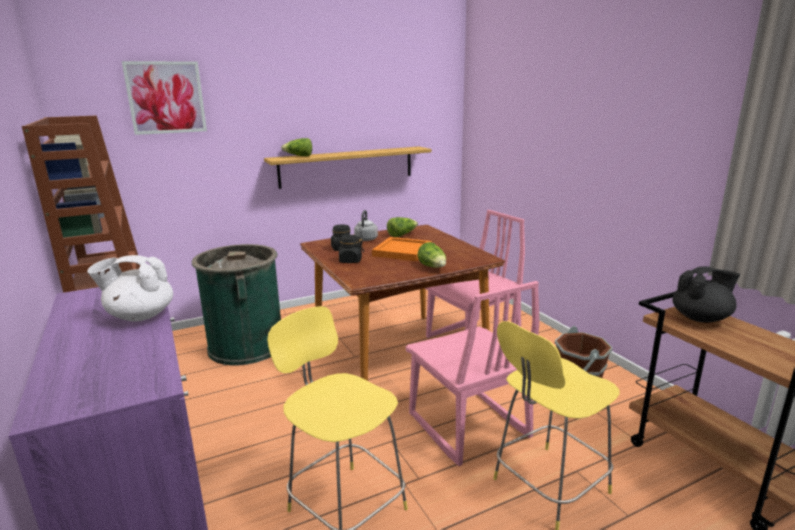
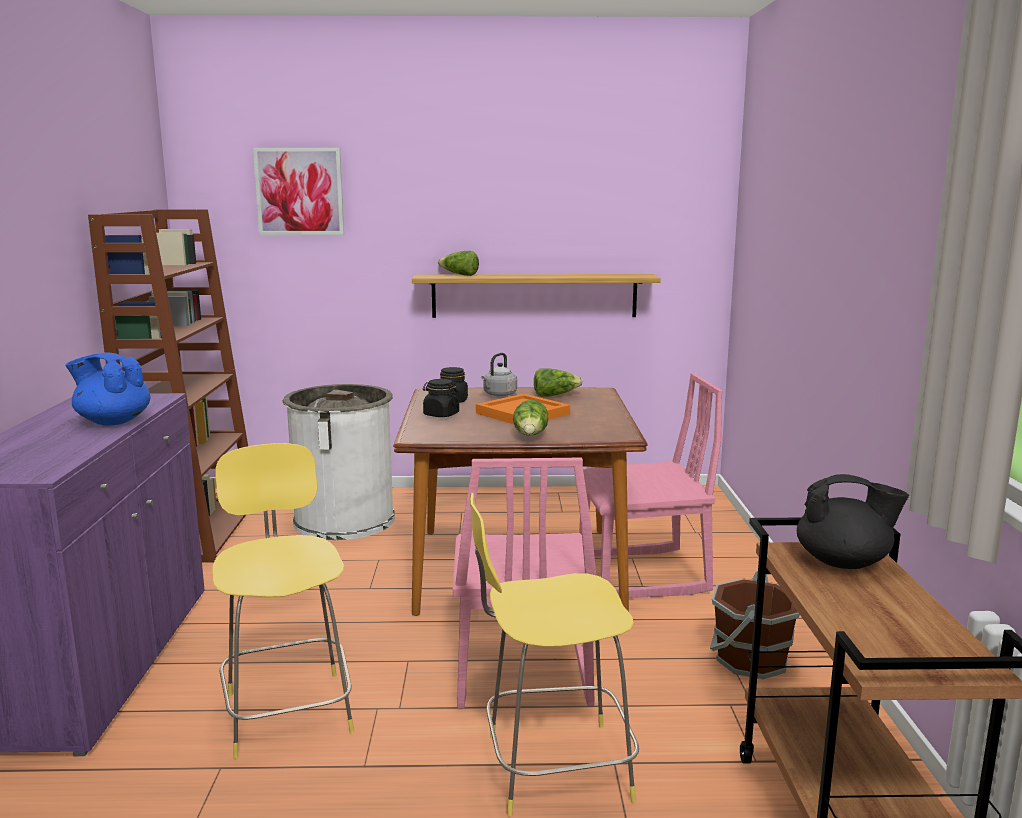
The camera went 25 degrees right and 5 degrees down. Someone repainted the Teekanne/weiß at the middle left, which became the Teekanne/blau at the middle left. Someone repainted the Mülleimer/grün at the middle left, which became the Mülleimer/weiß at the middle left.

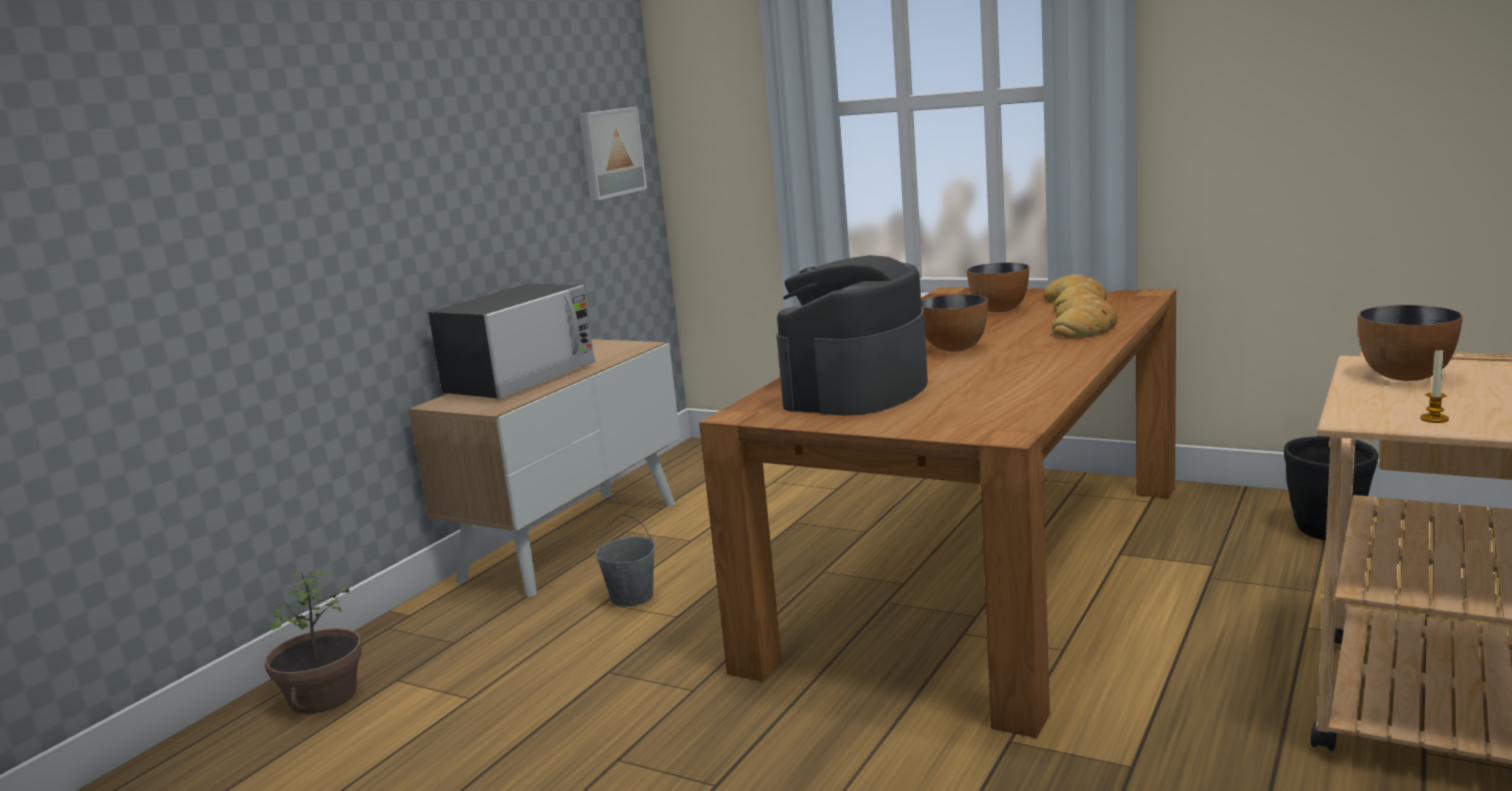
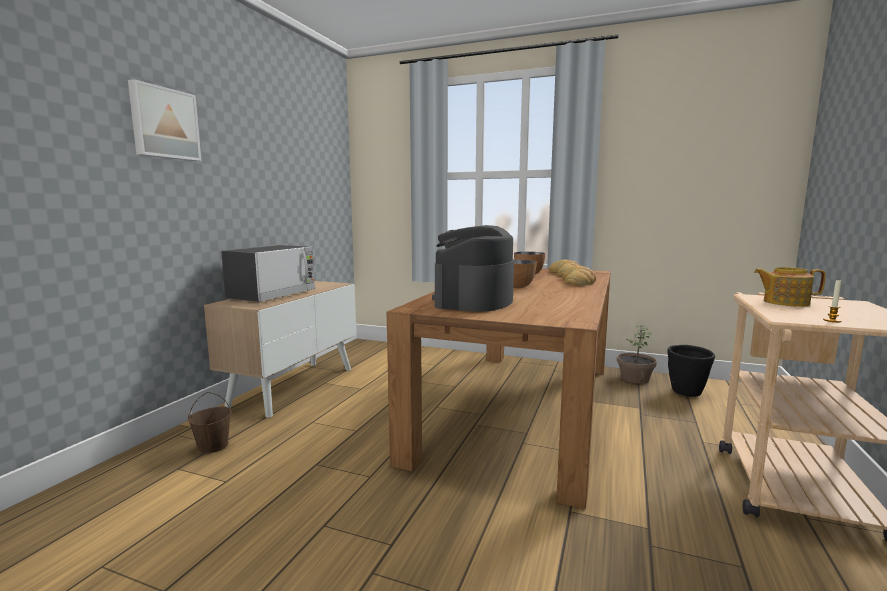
The camera went 10 degrees left and 5 degrees down. Someone carried the Topfpflanze from the bottom left to the middle right. Someone carried the Bild from the top centre to the top left. Someone took away the Eimer/grau at the bottom centre. Someone swapped the Schüssel (no. 3 from left) at the middle right for the Teekanne at the middle right. Someone put down the Eimer/braun at the bottom left.

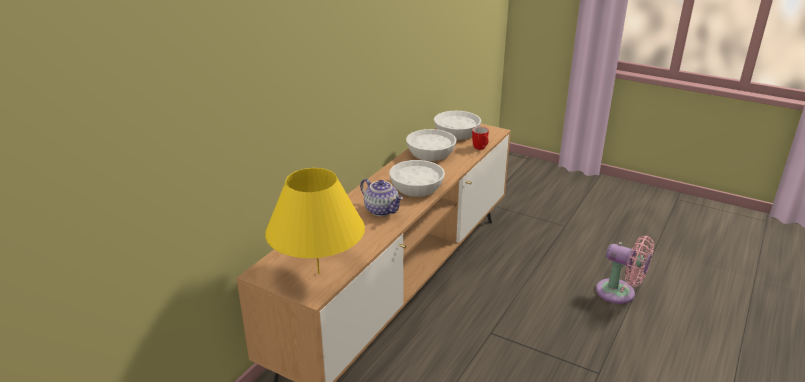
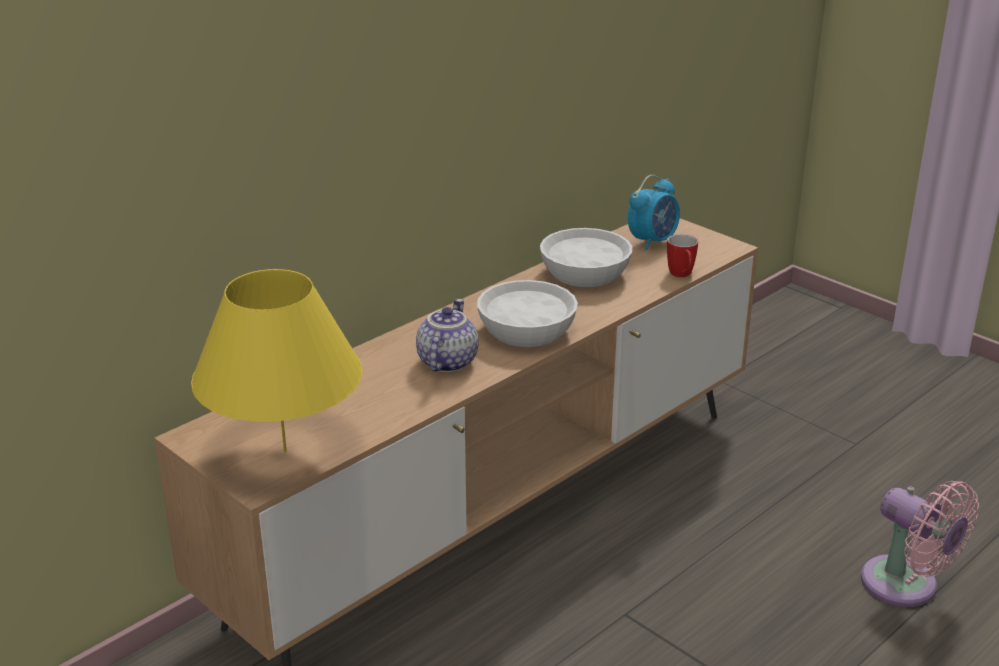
The camera went 15 degrees right and 0 degrees up. Someone rotated the Teekanne at the centre by 135 degrees counterclockwise. Someone swapped the Schüssel/weiß (no. 3 from left) at the top centre for the Wecker at the top centre.

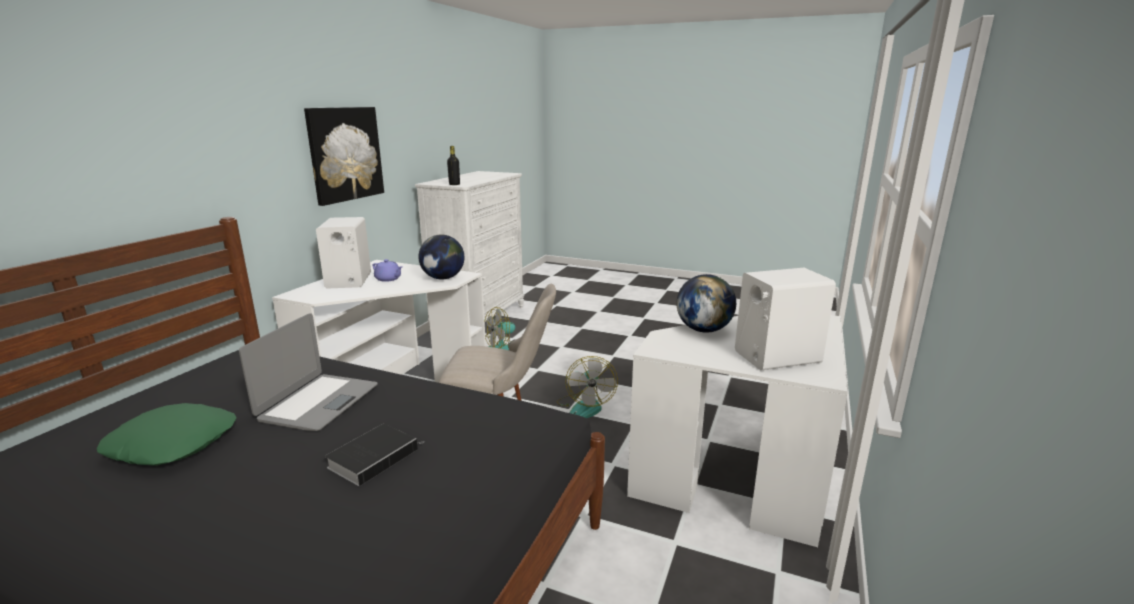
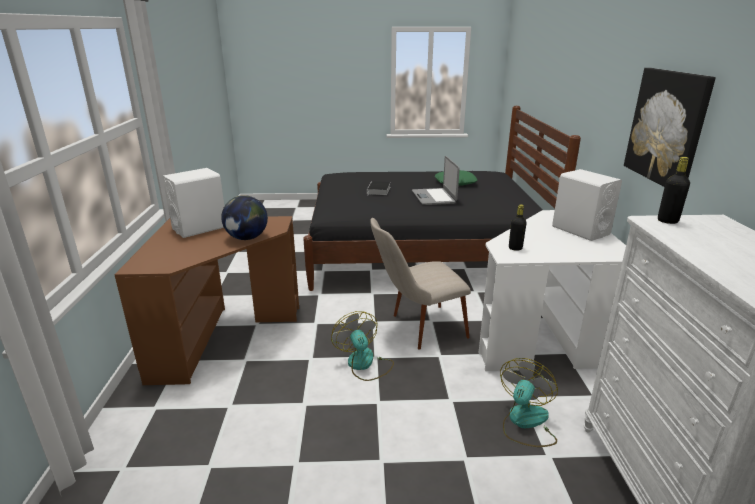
The camera went 155 degrees right and 5 degrees up. Someone took away the Teekanne/lila at the centre. Someone swapped the Globus (no. 1 from left) at the centre for the Flasche/schwarz (no. 1 from left) at the middle right. Someone repainted the Schreibtisch/weiß (no. 2 from left) at the bottom centre, which became the Schreibtisch/braun at the middle left.

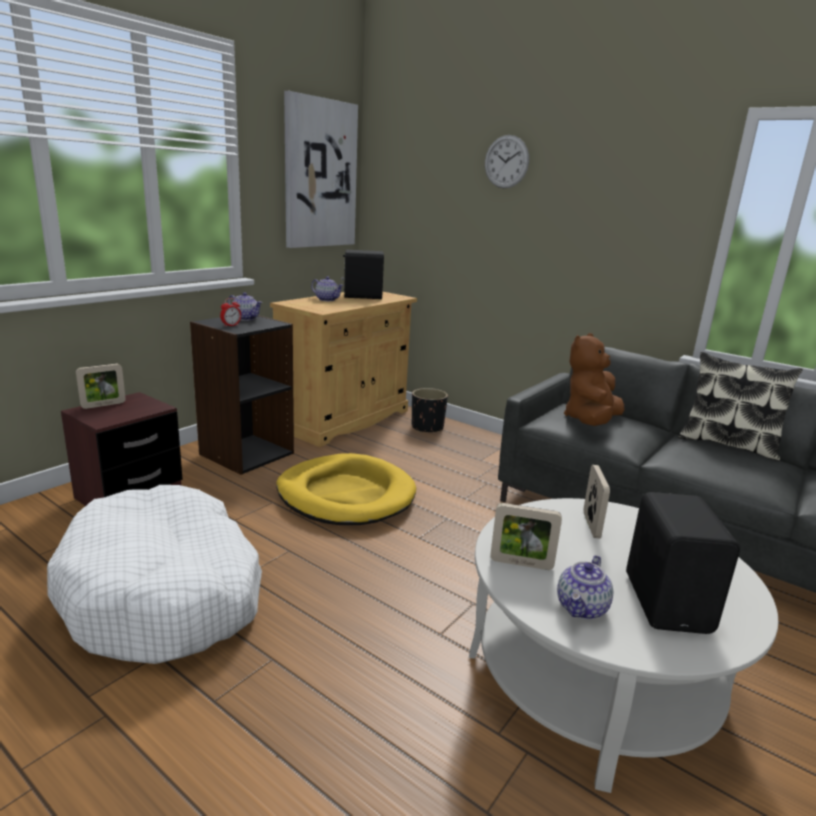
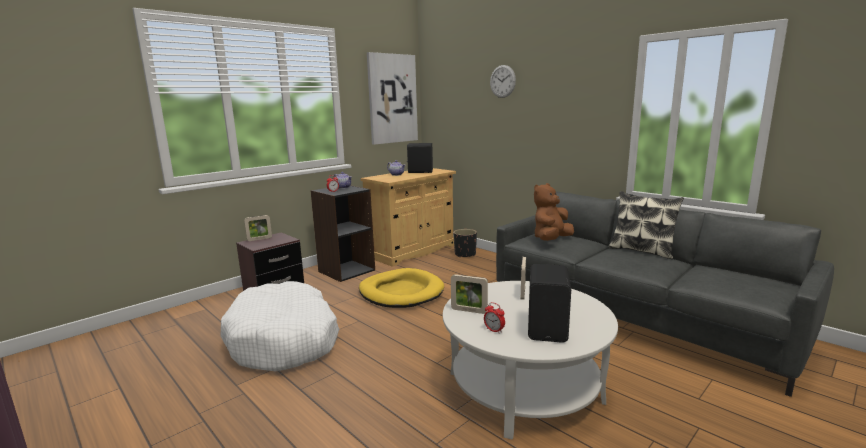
The camera went 10 degrees right and 5 degrees down. Someone swapped the Teekanne (no. 3 from left) at the bottom right for the Wecker (no. 2 from left) at the bottom centre.

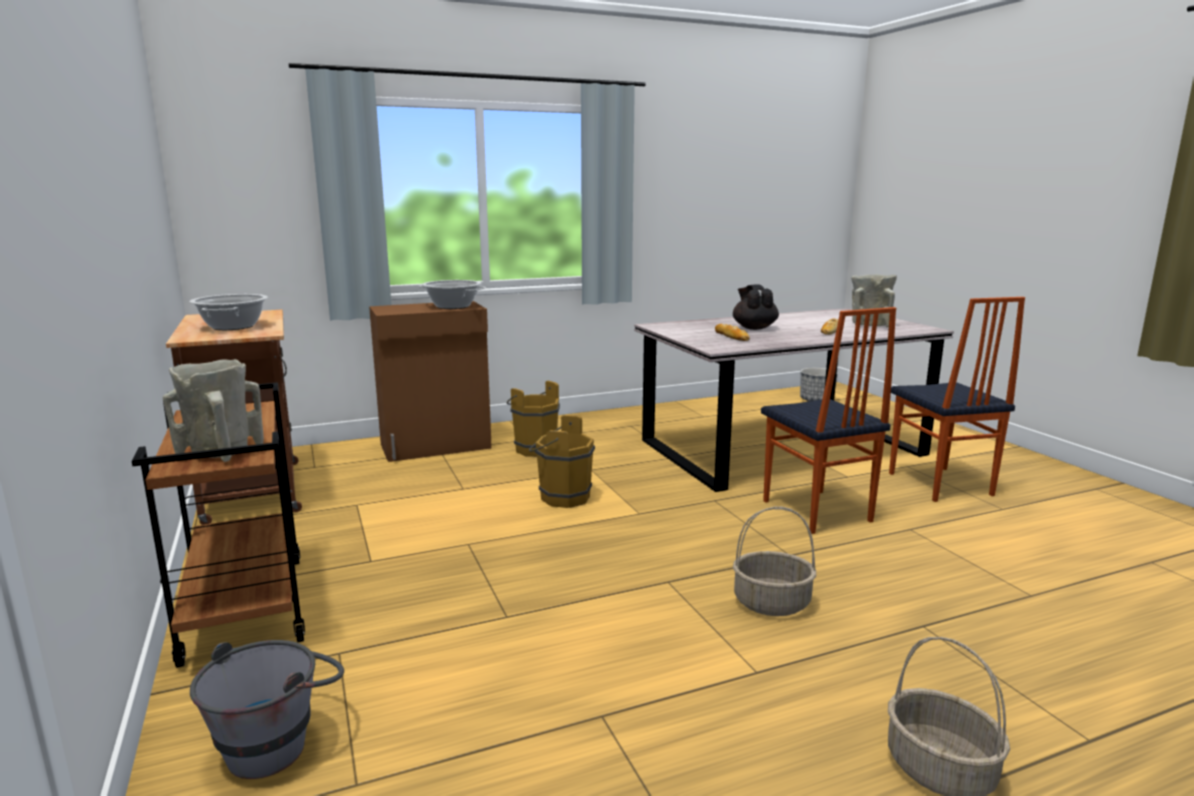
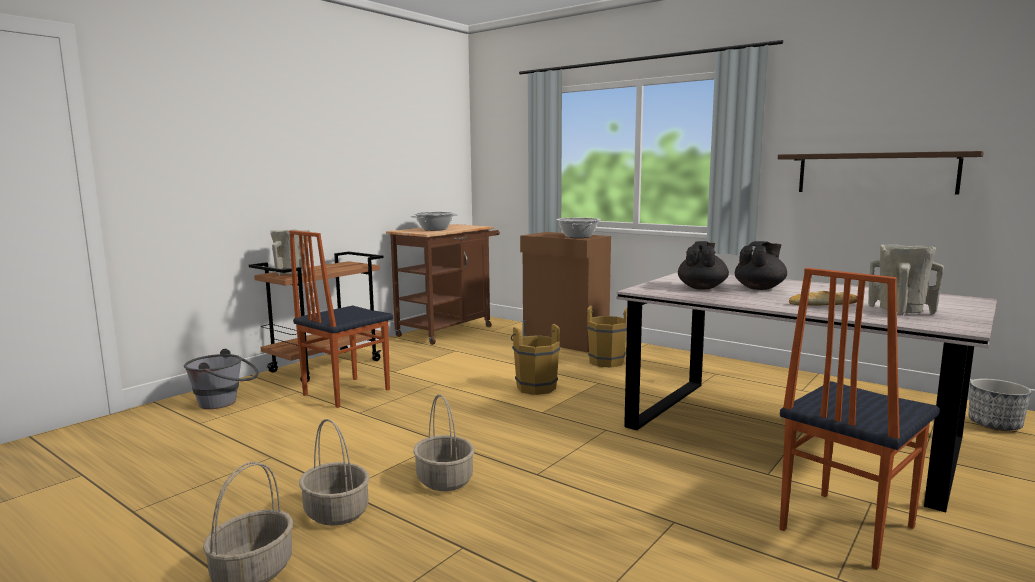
The camera went 60 degrees right and 5 degrees down. Someone swapped the Brot (no. 1 from left) at the centre for the Teekanne/schwarz (no. 1 from left) at the middle right. Someone carried the Stuhl (no. 1 from left) from the middle right to the middle left. Someone put down the Korb (no. 2 from left) at the bottom left. Someone put up the Wandregal at the top right.

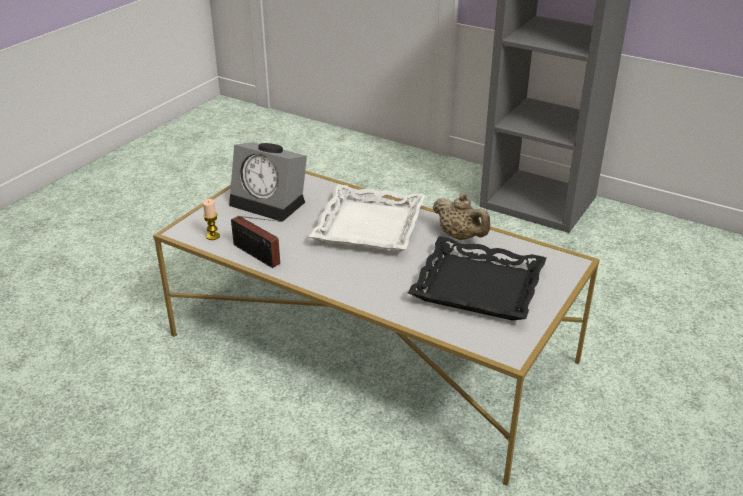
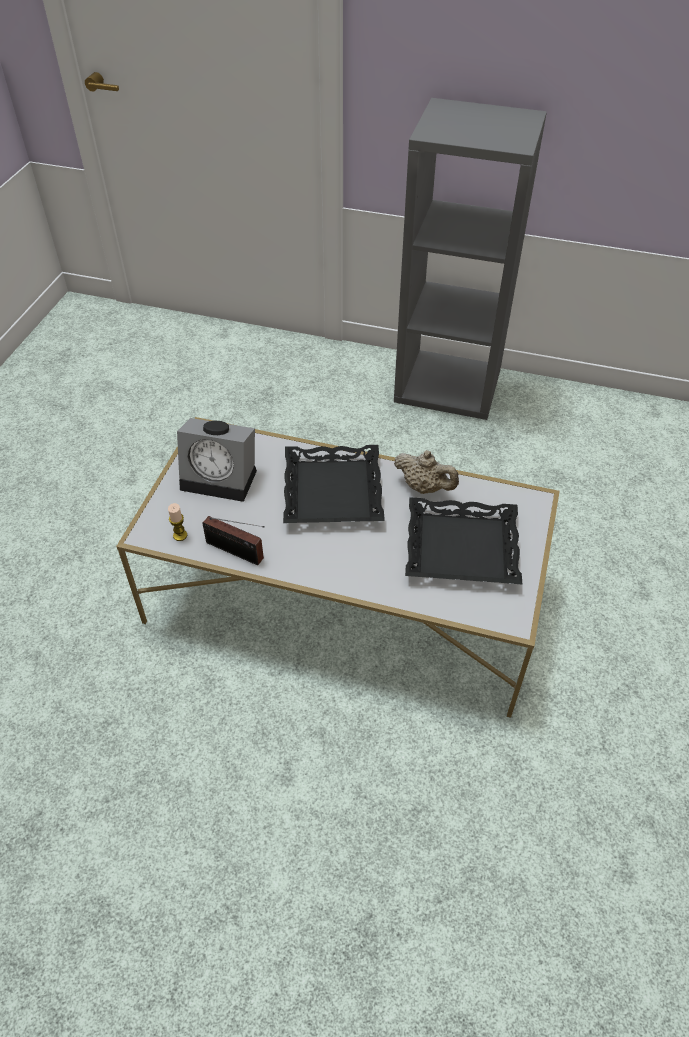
The camera went 15 degrees left and 15 degrees up. Someone repainted the Tablett/weiß at the centre, which became the Tablett/schwarz (no. 1 from left) at the centre.

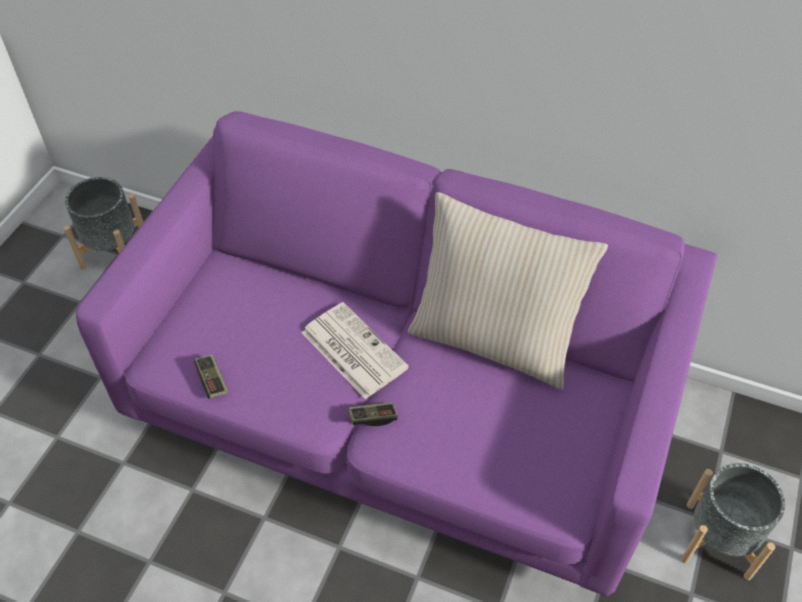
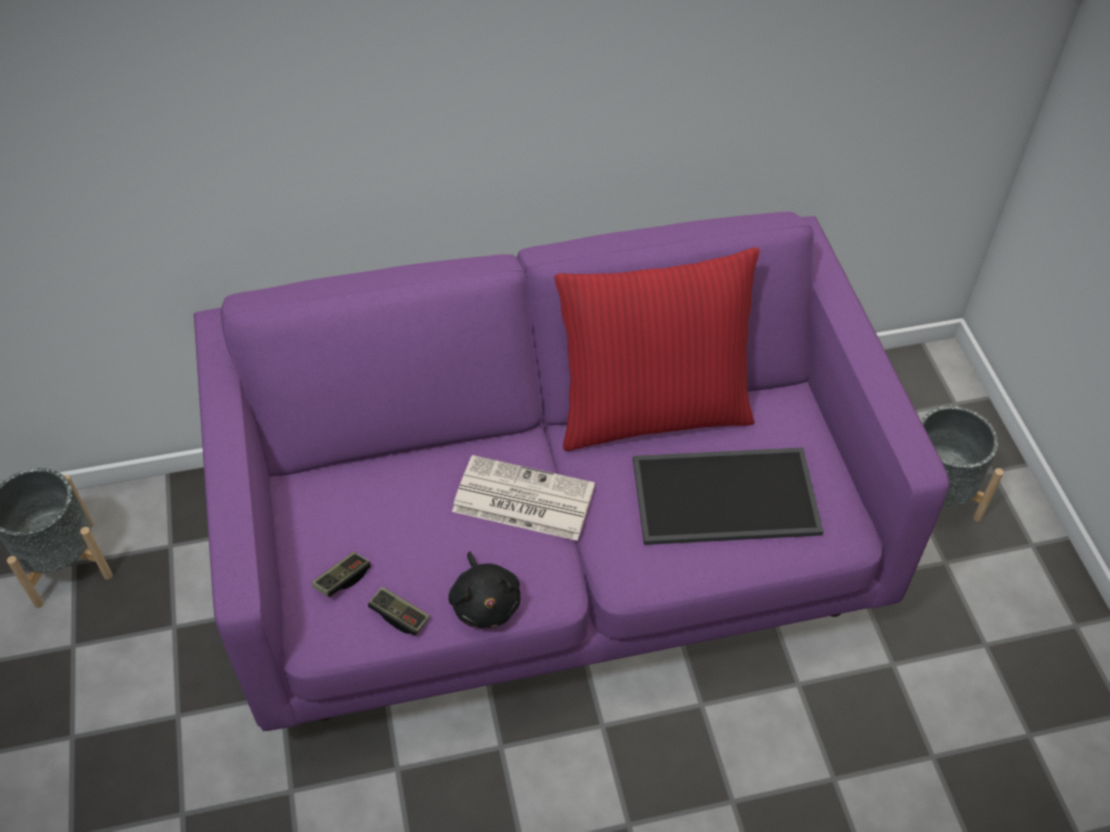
The camera went 35 degrees left and 0 degrees up. Someone carried the Gamepad (no. 2 from left in the first image) from the bottom centre to the bottom left. Someone repainted the Kissen/beige at the centre, which became the Kissen/rot at the centre. Someone put down the Plüschtier/schwarz at the bottom centre. Someone put down the Tablett at the centre.

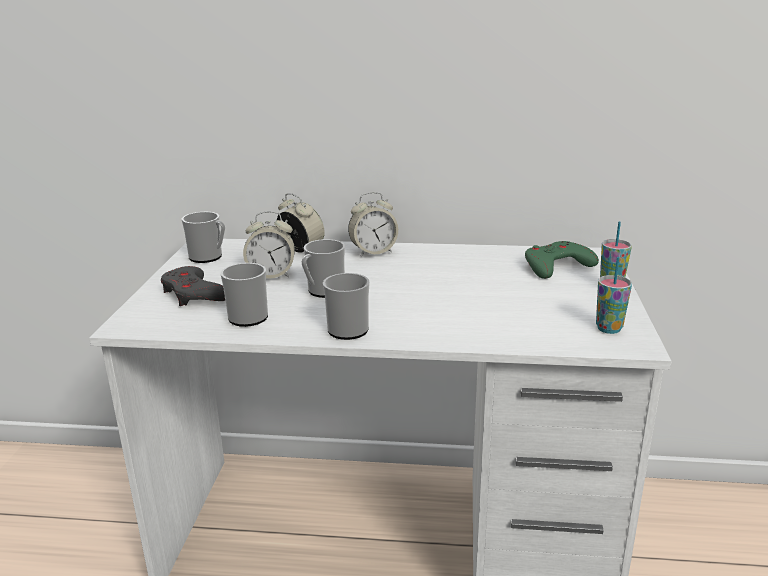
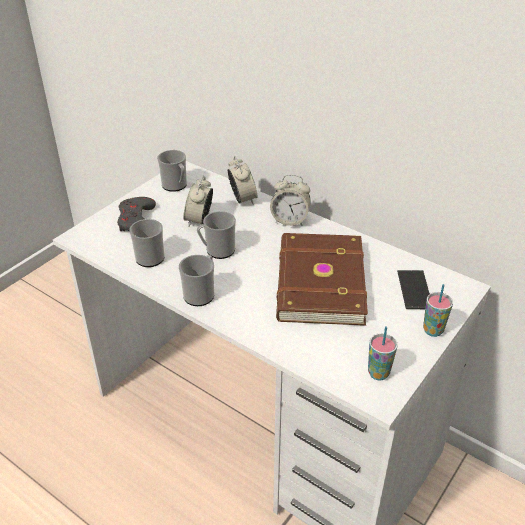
The camera went 30 degrees right and 15 degrees up. Someone rotated the Wecker (no. 1 from left) at the centre by 75 degrees clockwise. Someone swapped the Gamepad/grün at the middle right for the Handy at the middle right. Someone put down the Buch/braun at the centre.

